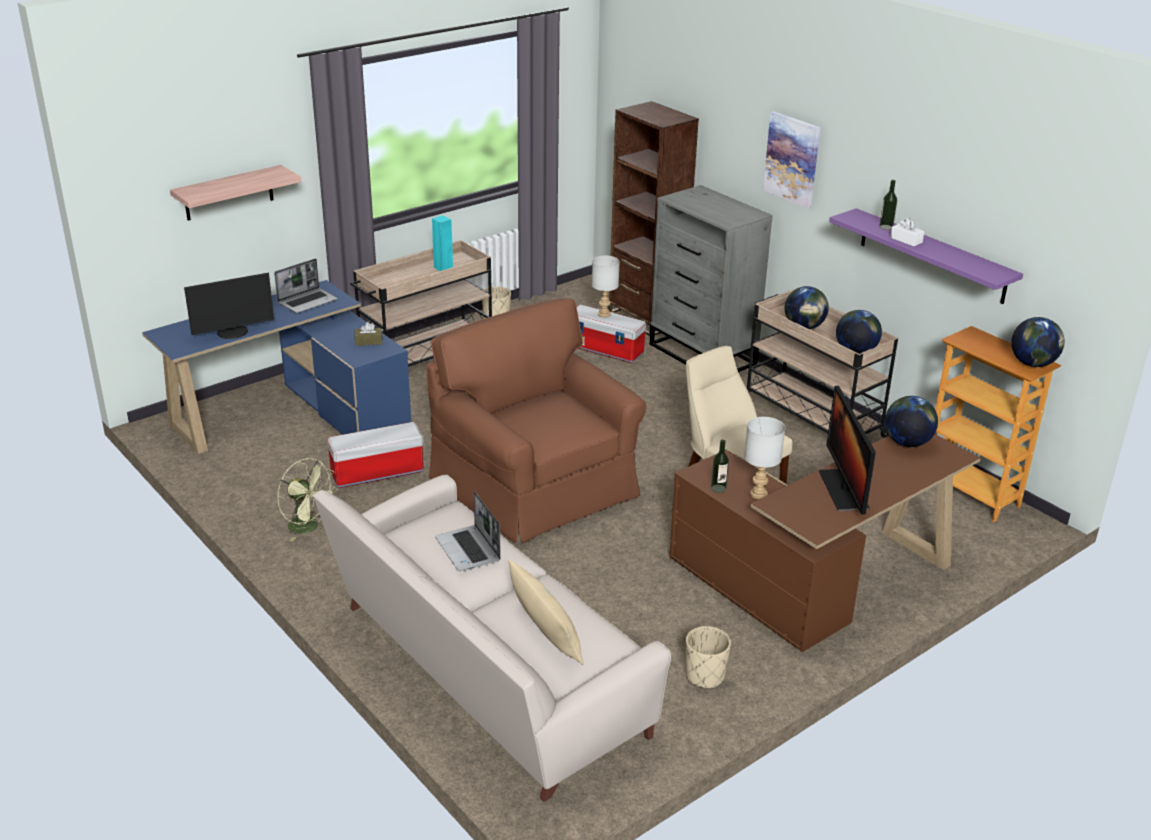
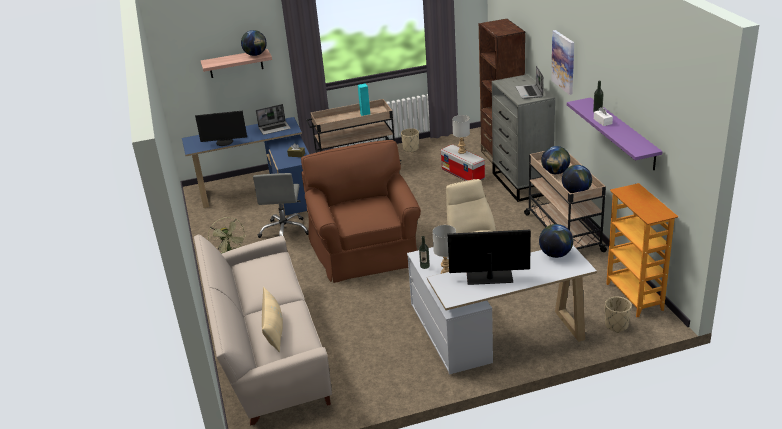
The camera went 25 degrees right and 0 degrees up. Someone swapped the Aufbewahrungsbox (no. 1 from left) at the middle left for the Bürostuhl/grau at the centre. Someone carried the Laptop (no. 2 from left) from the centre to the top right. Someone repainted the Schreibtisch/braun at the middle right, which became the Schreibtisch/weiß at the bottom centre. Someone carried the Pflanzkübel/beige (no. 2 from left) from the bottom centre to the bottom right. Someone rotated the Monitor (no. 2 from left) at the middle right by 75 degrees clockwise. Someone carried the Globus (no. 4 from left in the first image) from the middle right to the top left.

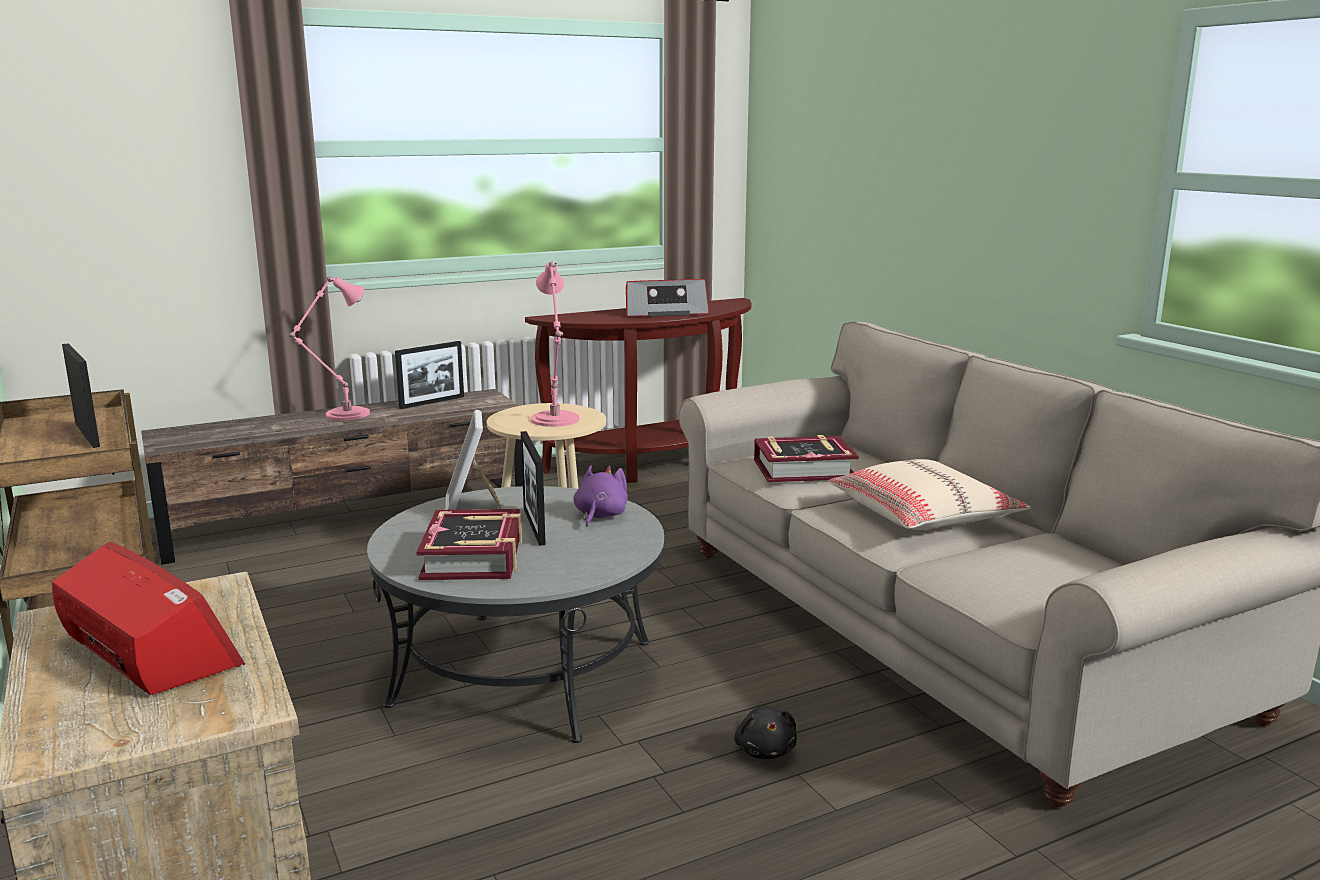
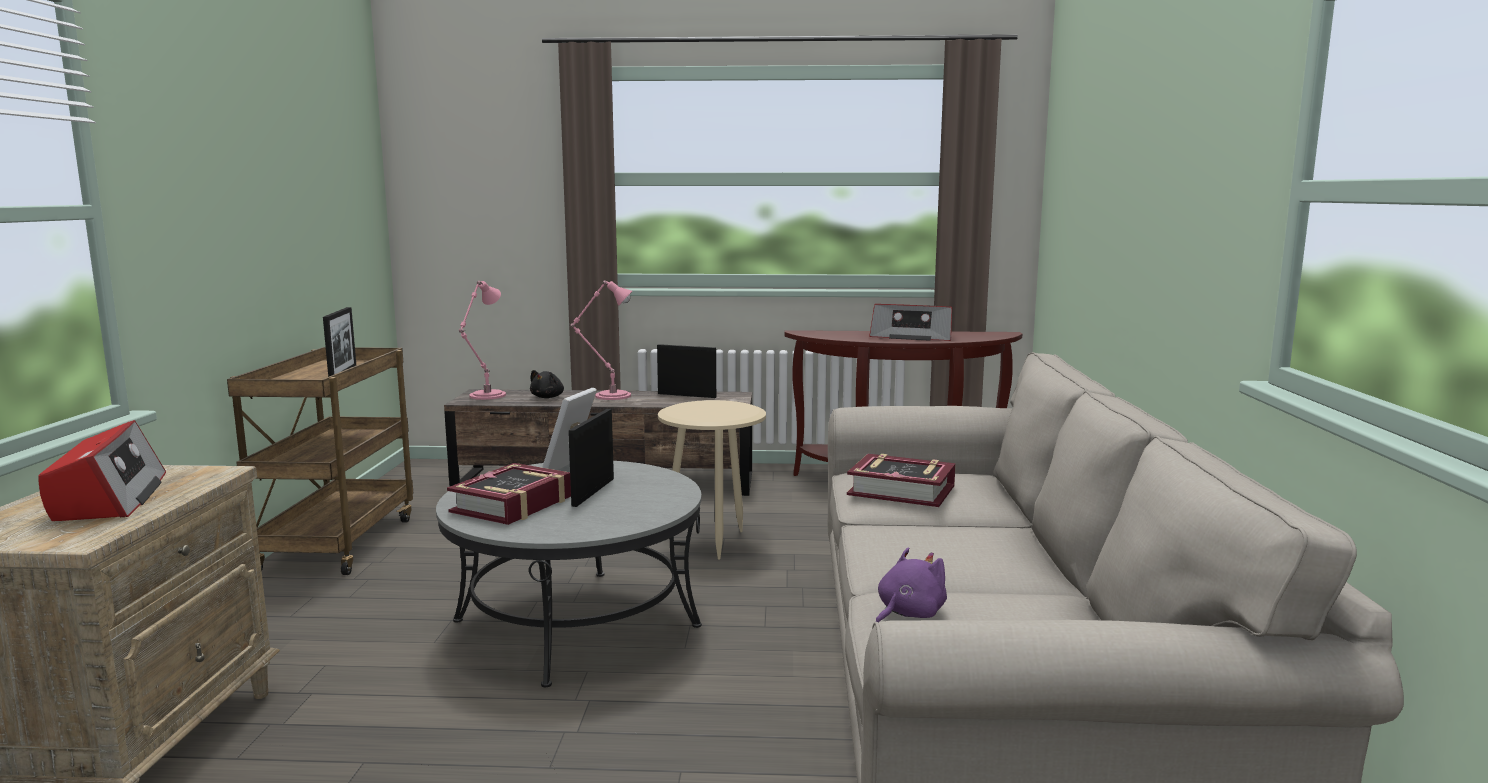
The camera went 30 degrees right and 5 degrees down. Someone rotated the Bilderrahmen (no. 2 from left in the first image) at the middle left by 150 degrees counterclockwise. Someone carried the Tischlampe/rosa (no. 2 from left in the first image) from the centre to the middle left. Someone carried the Plüschtier/lila from the centre to the bottom centre. Someone carried the Plüschtier/schwarz from the bottom centre to the centre. Someone took away the Kissen/beige at the middle right.

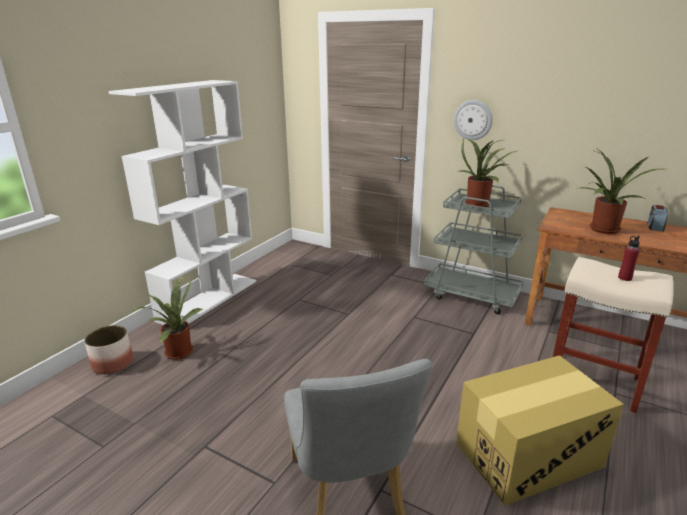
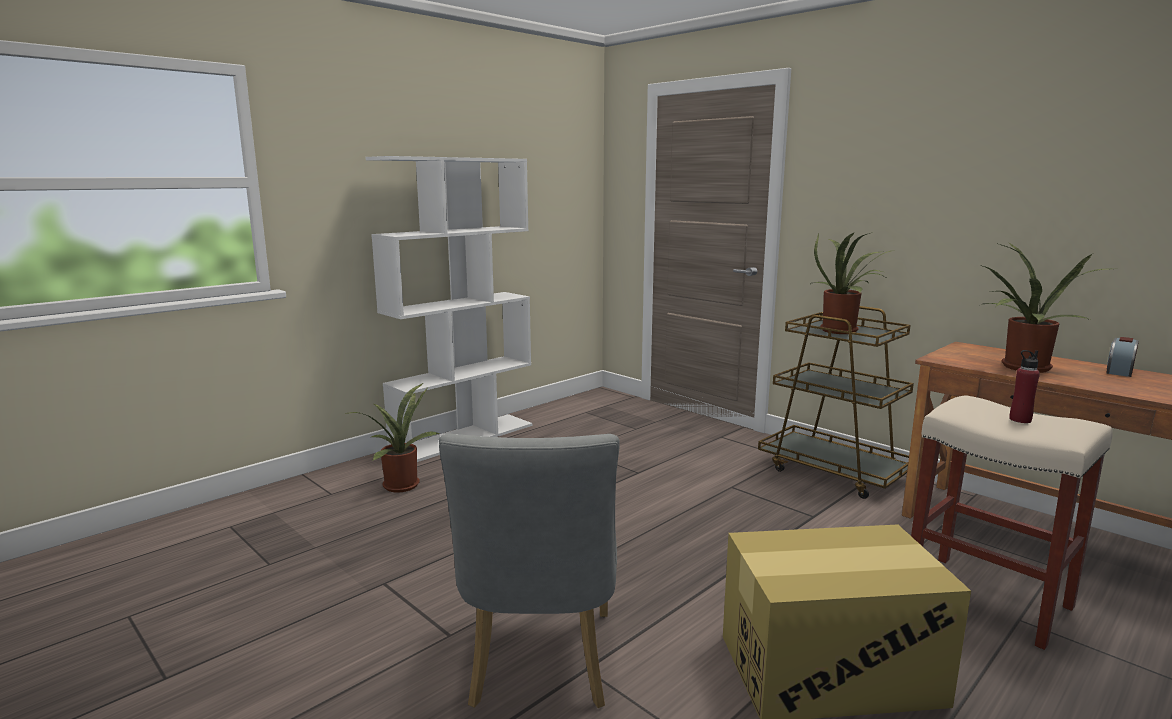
The camera went 15 degrees right and 10 degrees down. Someone took away the Pflanzkübel at the bottom left. Someone repainted the Rollwagen/grau at the middle right, which became the Rollwagen/braun at the middle right. Someone took away the Wanduhr at the top right.

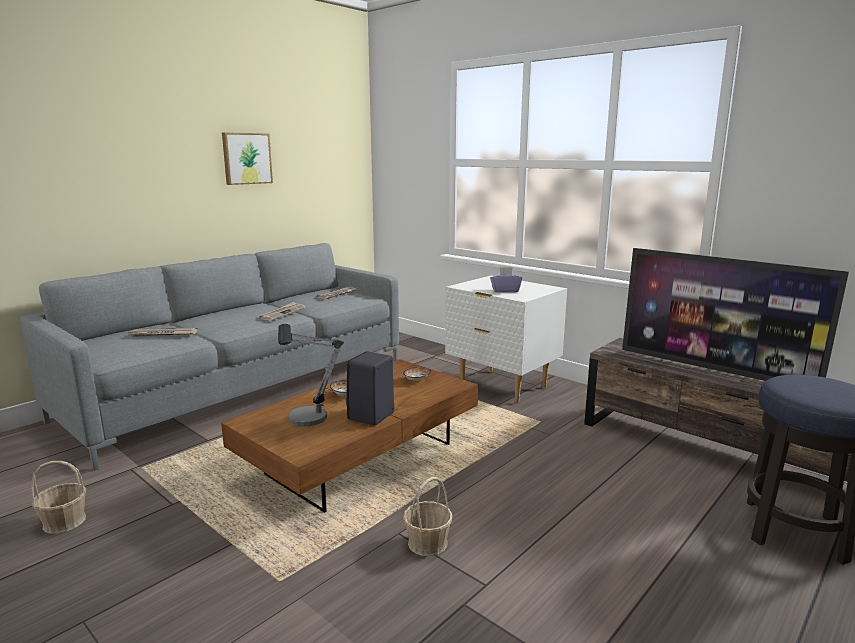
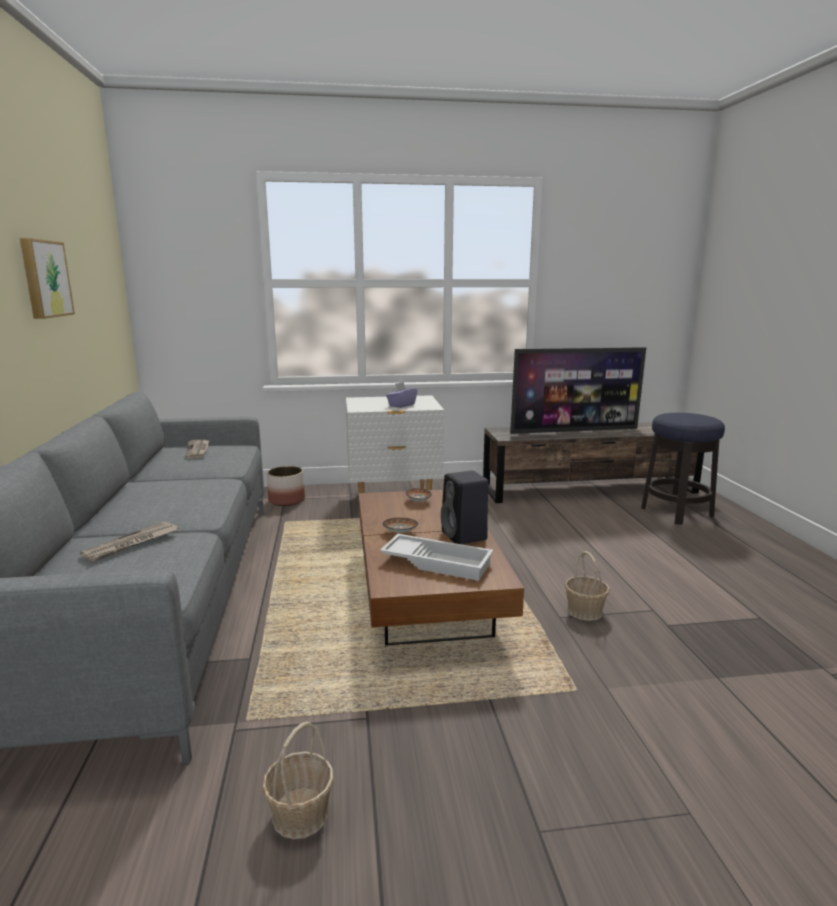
The camera went 50 degrees left and 0 degrees up. Someone took away the Zeitung (no. 2 from left) at the middle left. Someone swapped the Tischlampe at the centre for the Tablett/weiß at the centre. Someone put down the Pflanzkübel at the centre.

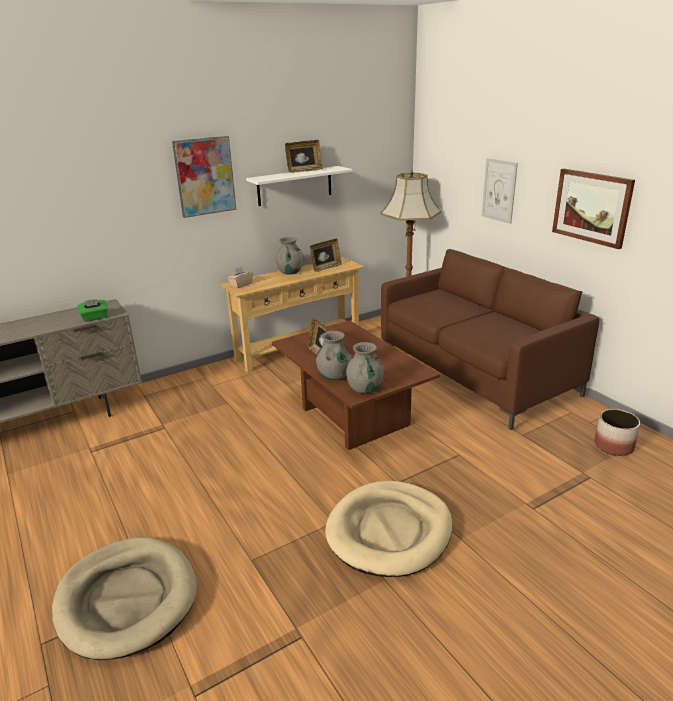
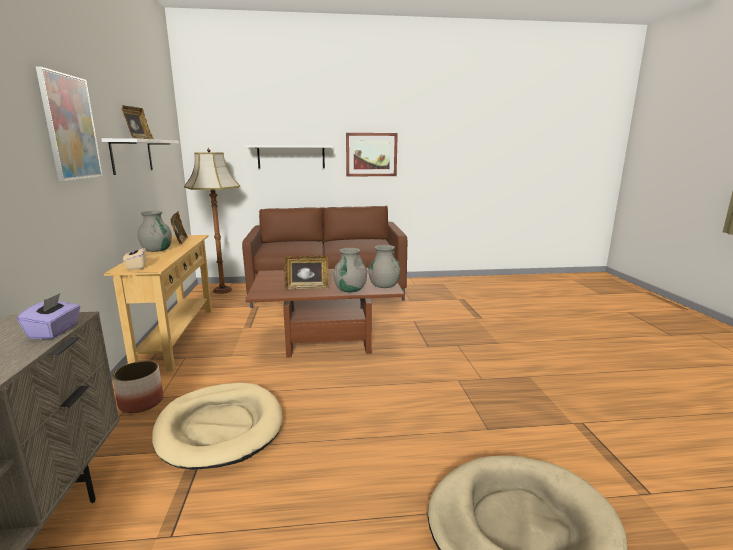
The camera went 65 degrees left and 10 degrees down. Someone repainted the Taschentuchbox/grün at the middle left, which became the Taschentuchbox/lila at the middle left. Someone carried the Hundebett/beige (no. 2 from left in the first image) from the bottom centre to the bottom left. Someone swapped the Bild (no. 2 from left) at the top right for the Wandregal/weiß (no. 2 from left) at the top centre. Someone carried the Pflanzkübel from the middle right to the bottom left.

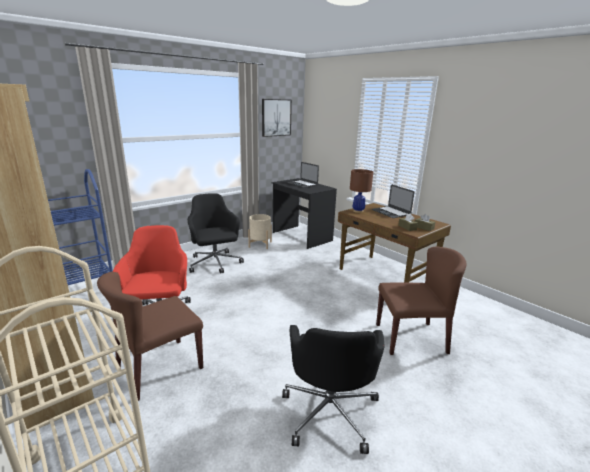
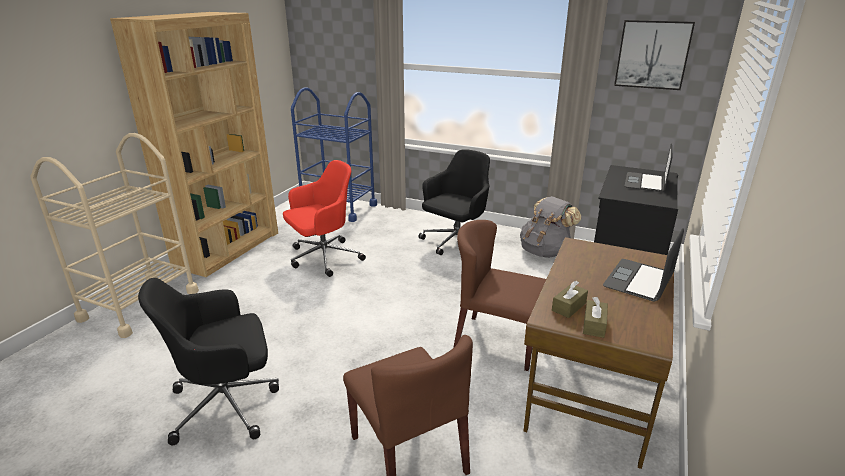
The camera went 65 degrees right and 5 degrees up. Someone carried the Stuhl/braun (no. 1 from left in the first image) from the bottom left to the centre. Someone swapped the Pflanzkübel/beige at the centre for the Rucksack/grau at the centre. Someone took away the Tischlampe/braun at the centre.

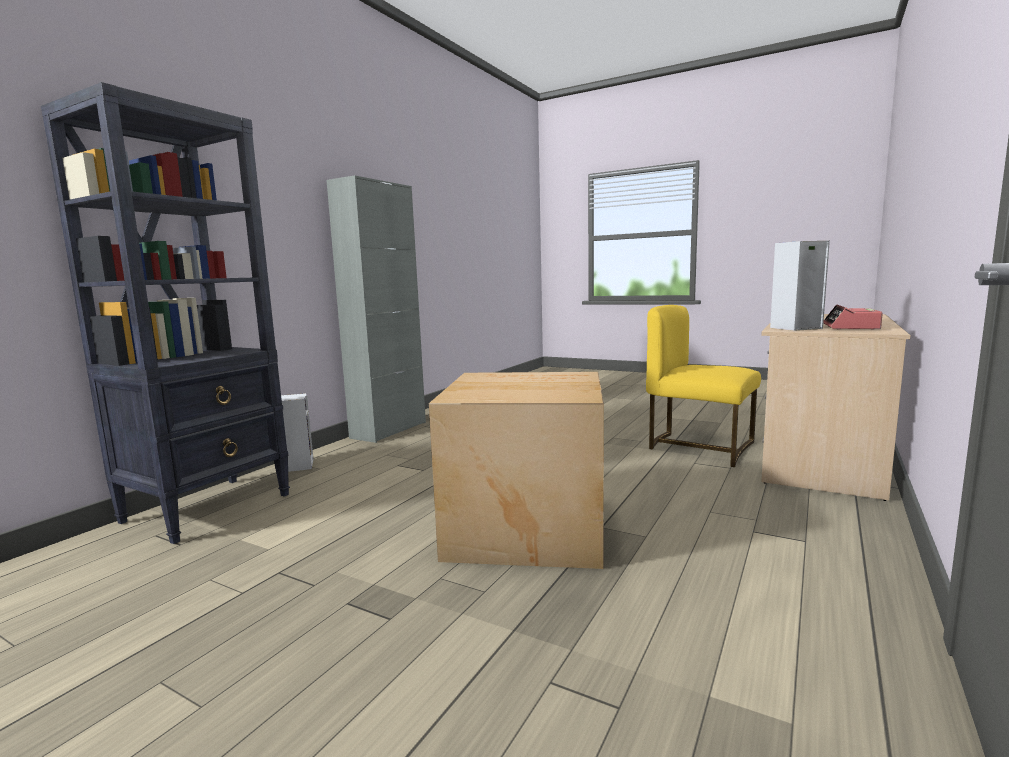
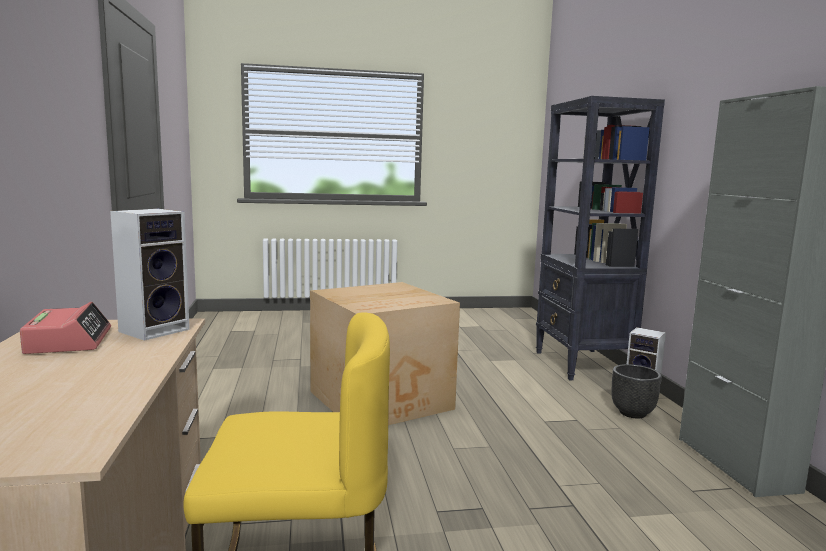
The camera went 140 degrees right and 0 degrees up. Someone put down the Pflanzkübel/schwarz at the bottom right.

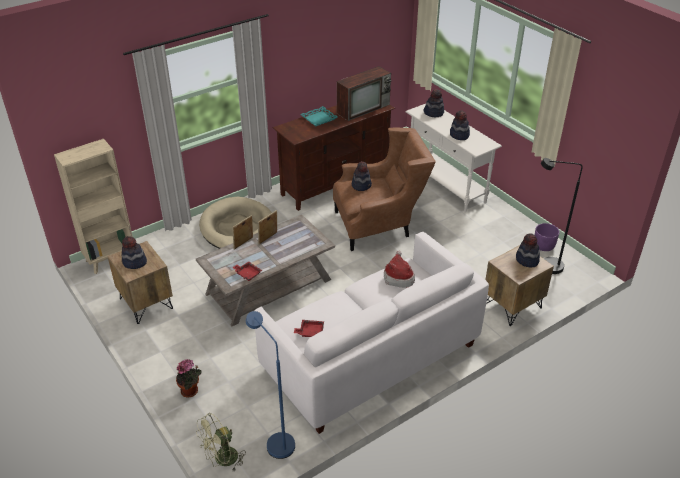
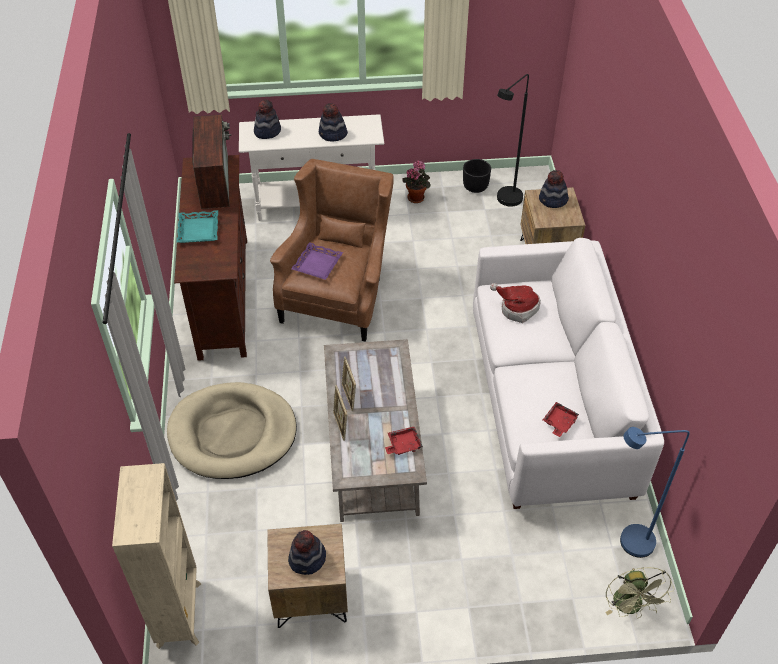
The camera went 60 degrees left and 10 degrees up. Someone carried the Topfpflanze from the bottom left to the top centre. Someone swapped the Hut (no. 2 from left) at the centre for the Tablett/lila at the centre. Someone repainted the Pflanzkübel/lila at the middle right, which became the Pflanzkübel/schwarz at the top centre.

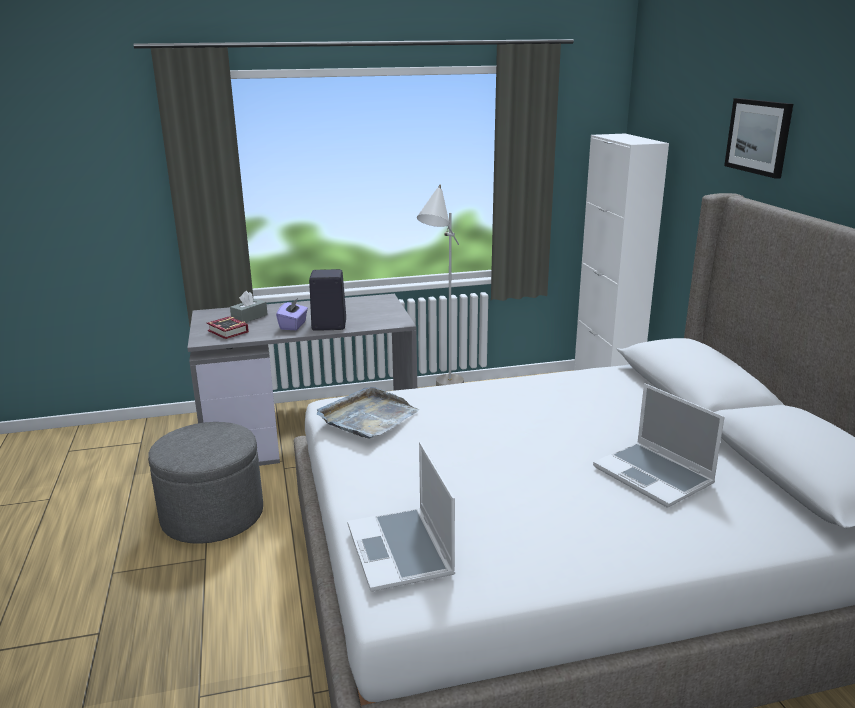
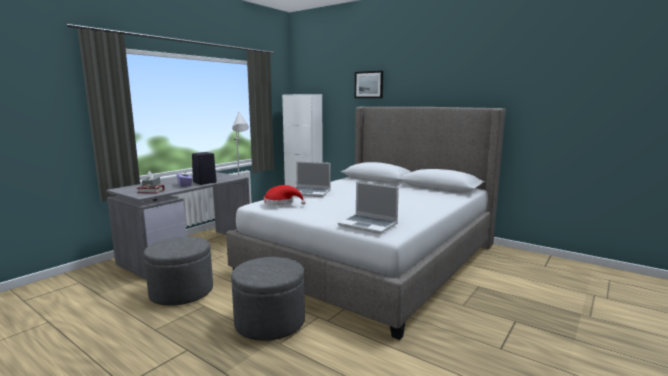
The camera went 40 degrees left and 10 degrees down. Someone swapped the Tablett/grau at the centre for the Hut/rot at the centre. Someone carried the Laptop (no. 2 from left in the first image) from the middle right to the centre. Someone put down the Polsterhocker/grau (no. 2 from left) at the bottom centre.

